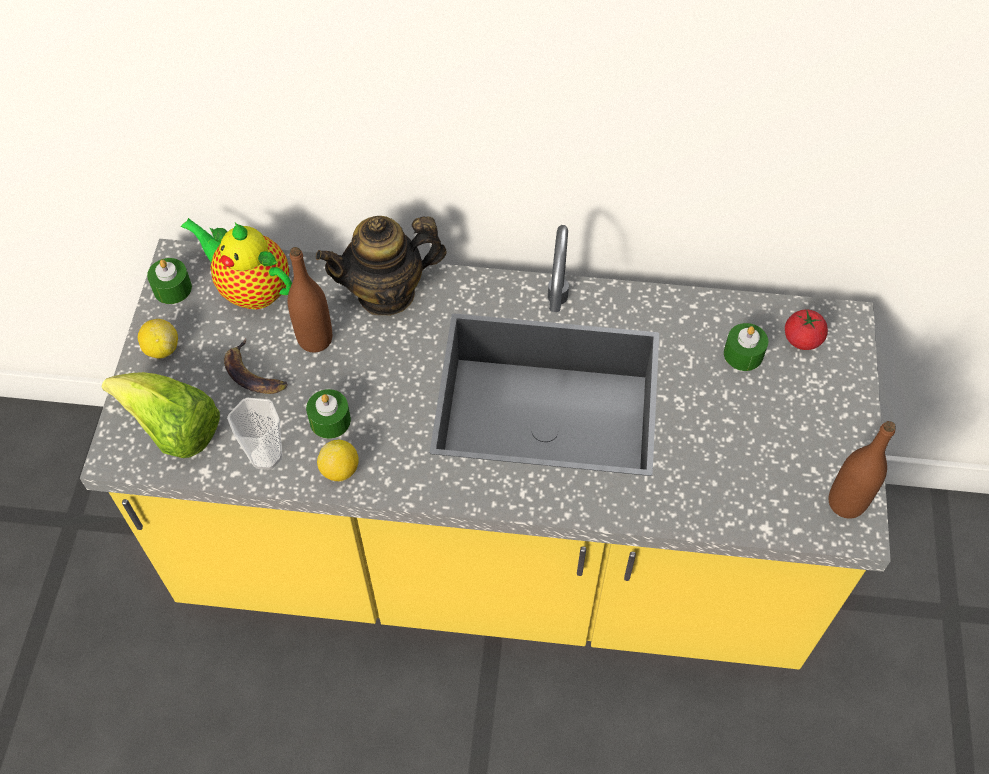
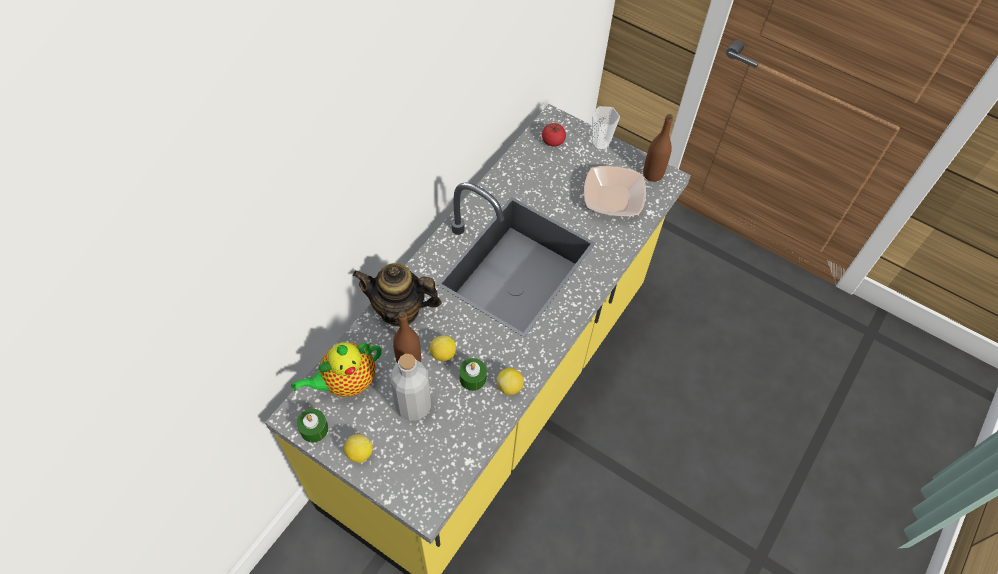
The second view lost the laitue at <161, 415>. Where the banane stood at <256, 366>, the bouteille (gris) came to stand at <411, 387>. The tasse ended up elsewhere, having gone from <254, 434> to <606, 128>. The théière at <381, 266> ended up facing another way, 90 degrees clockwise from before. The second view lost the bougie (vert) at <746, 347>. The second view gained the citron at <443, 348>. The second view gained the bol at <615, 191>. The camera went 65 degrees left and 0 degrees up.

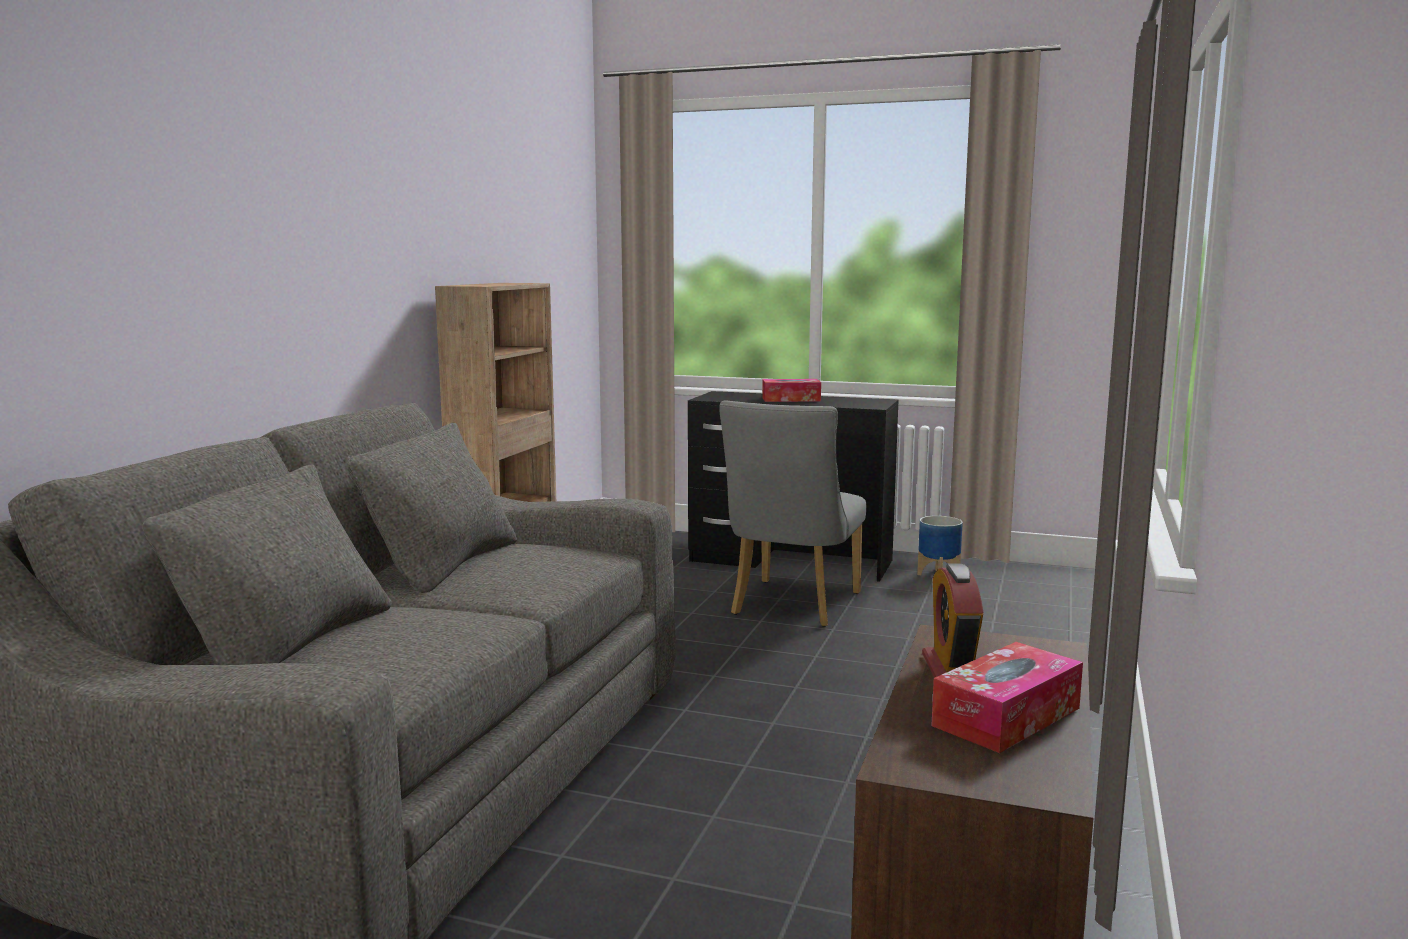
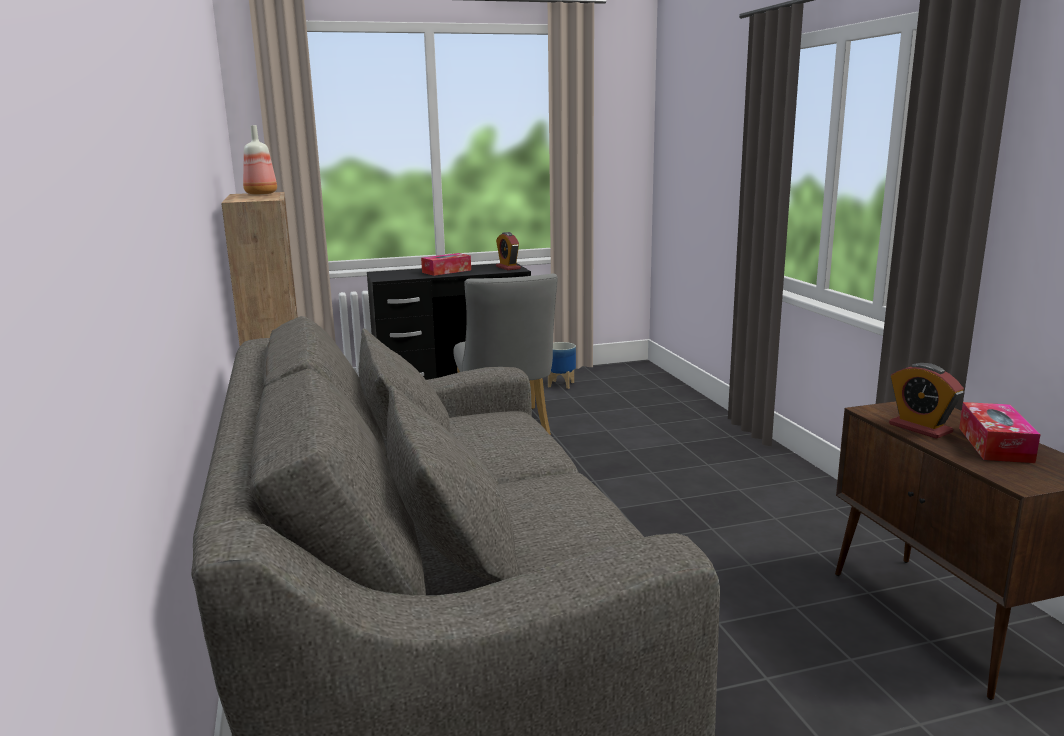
The second view gained the bouteille at <260, 160>. The second view gained the réveil at <508, 251>. The camera went 35 degrees left and 5 degrees up.

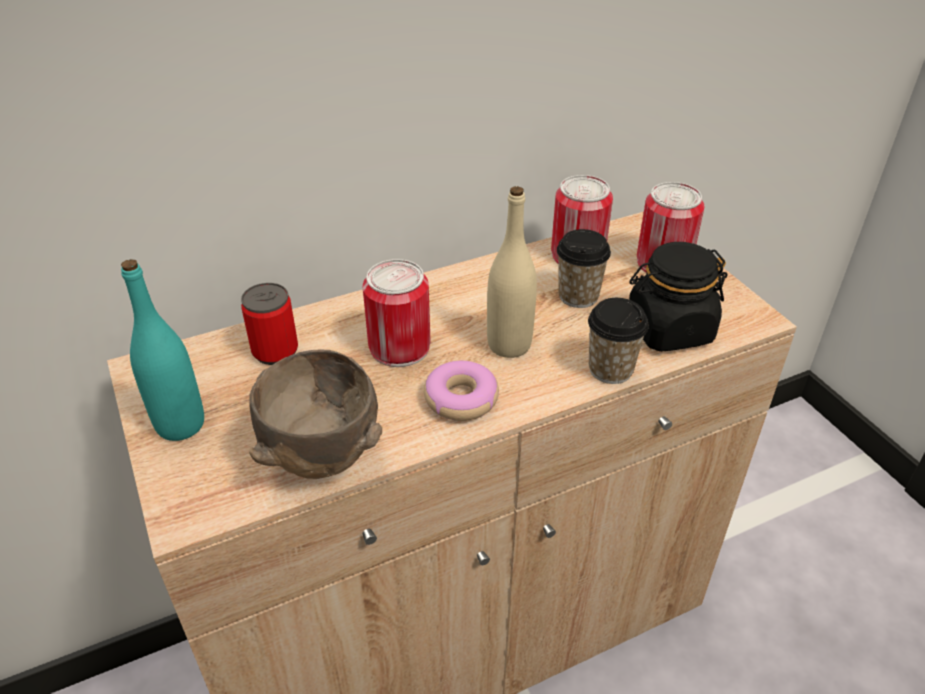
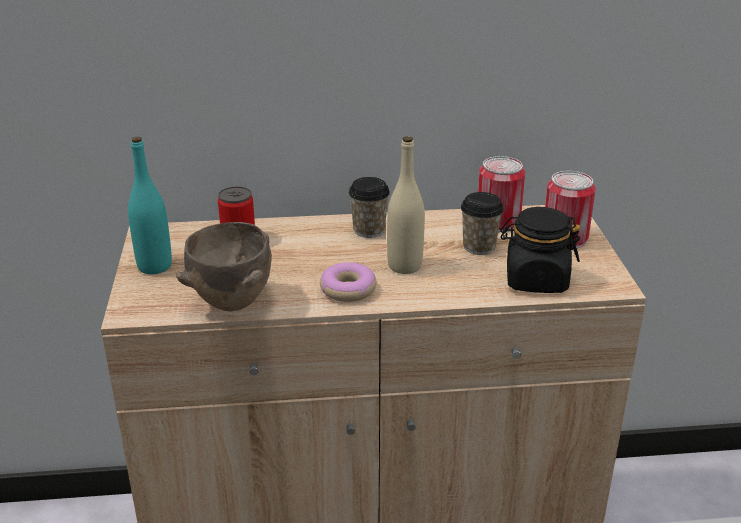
The second view lost the boîte métallique at <397, 313>. The tasse ended up elsewhere, having gone from <618, 341> to <369, 207>. The camera went 20 degrees right and 10 degrees down.

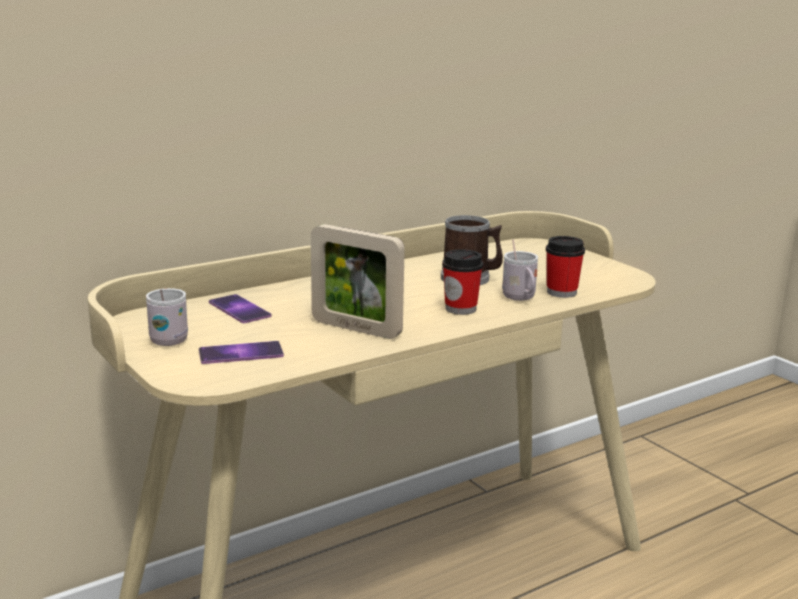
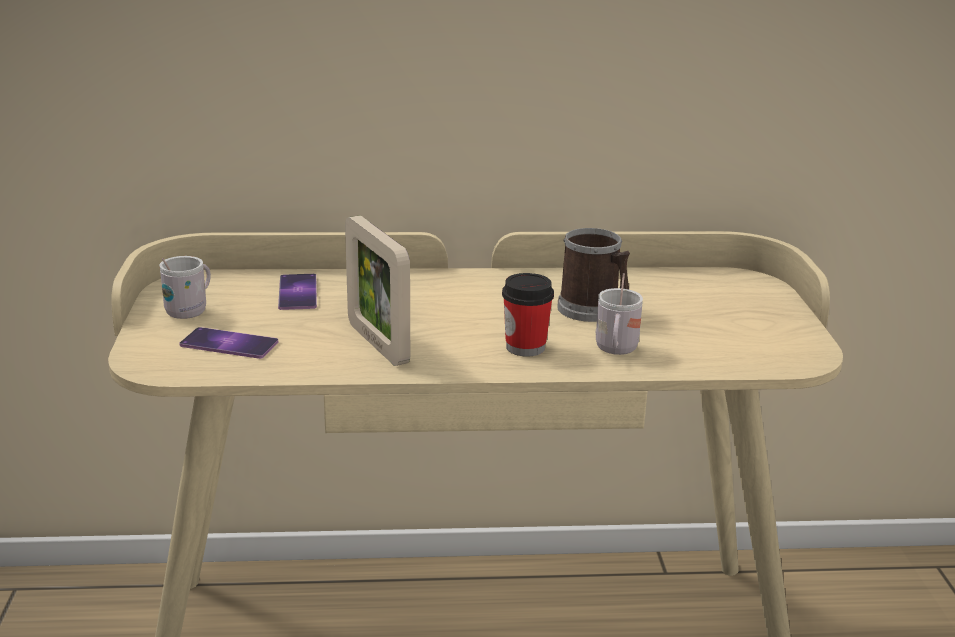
The second view lost the tasse at <565, 267>. The camera went 30 degrees right and 5 degrees up.

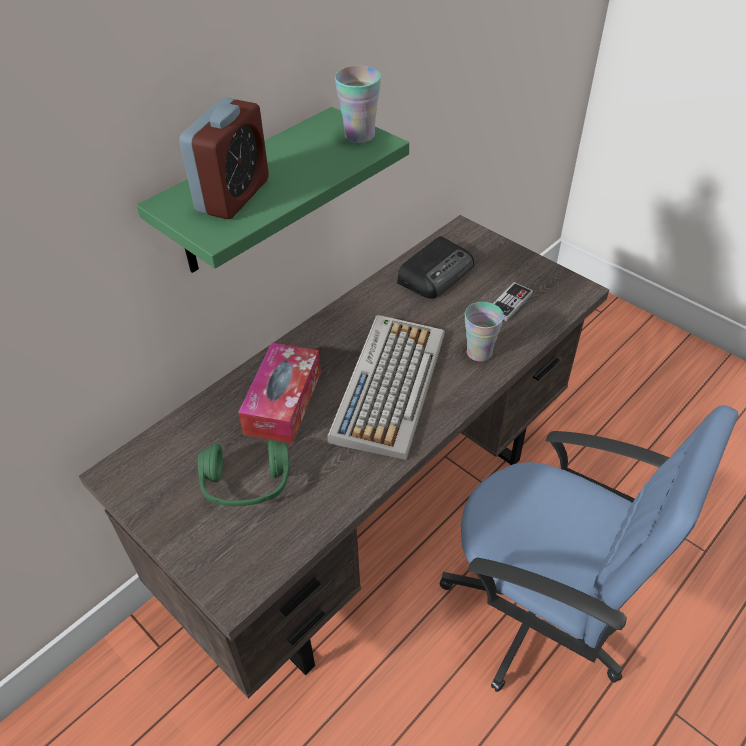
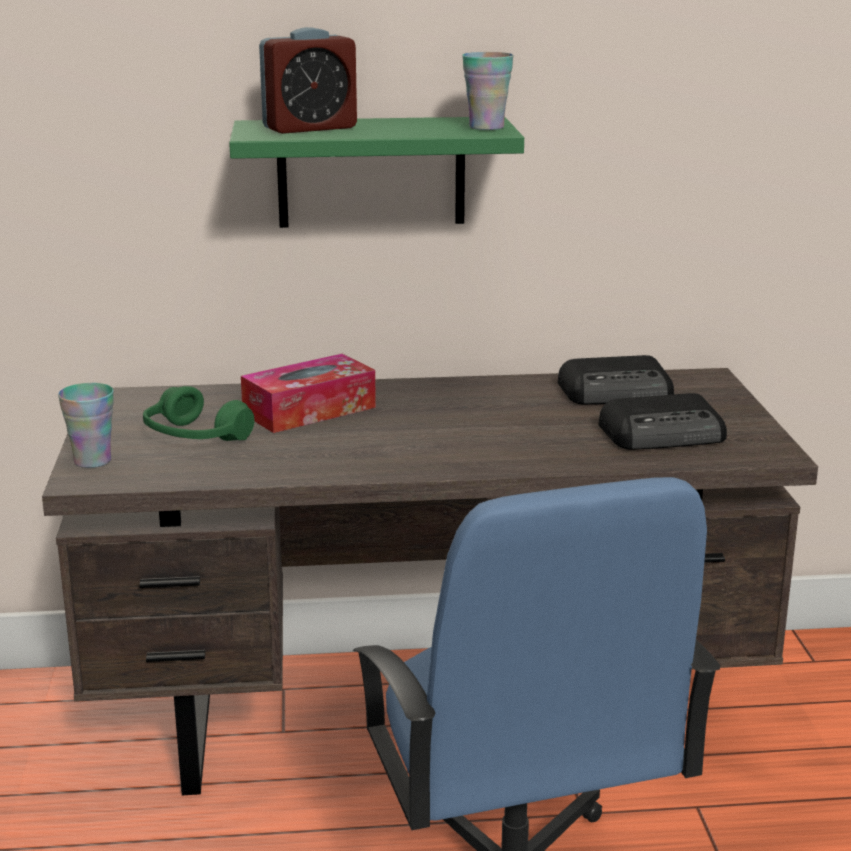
The second view lost the clavier at <386, 387>. The tasse ended up elsewhere, having gone from <484, 331> to <86, 425>. Where the manette stood at <513, 301>, the radio came to stand at <663, 421>. The camera went 40 degrees right and 25 degrees down.

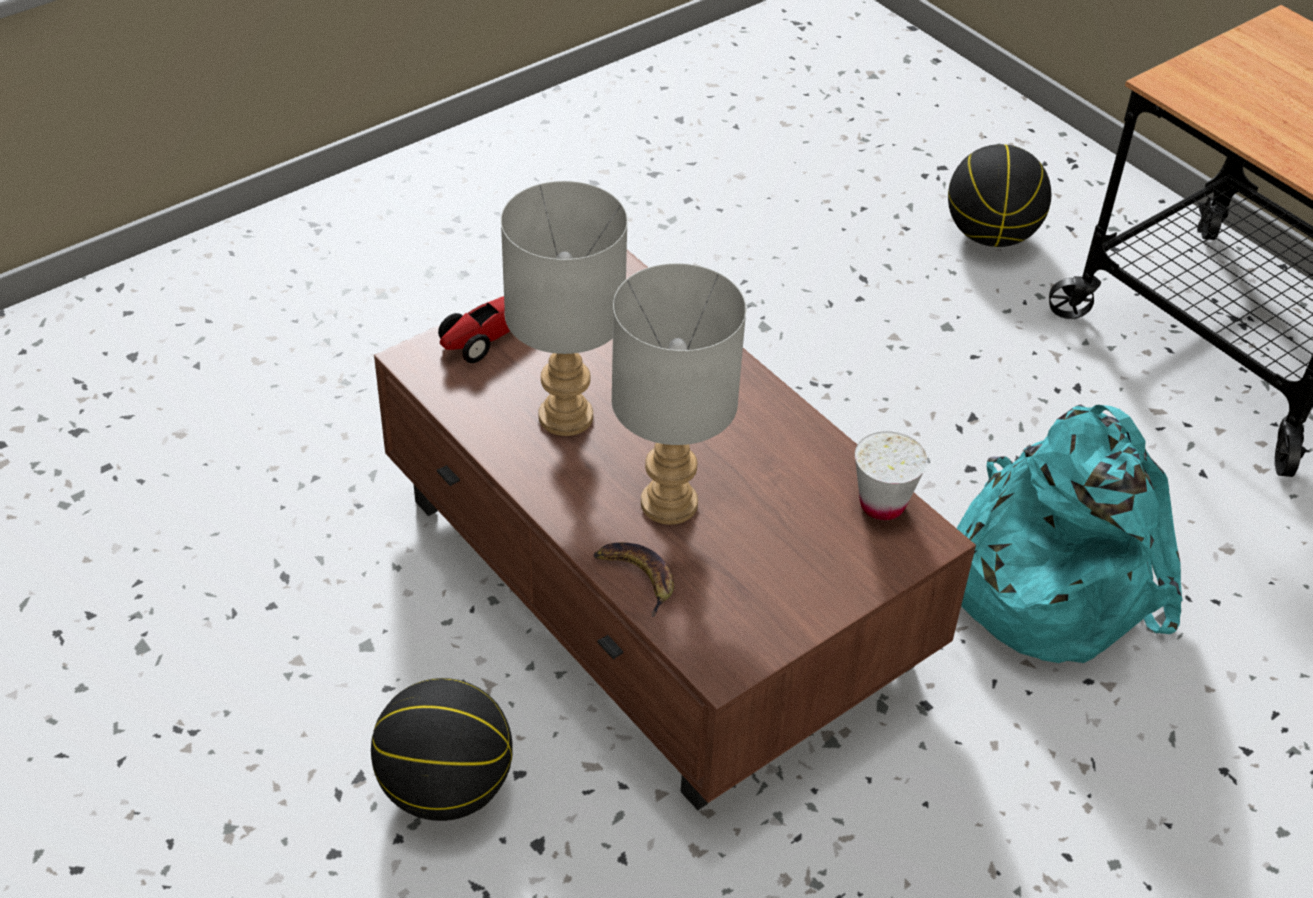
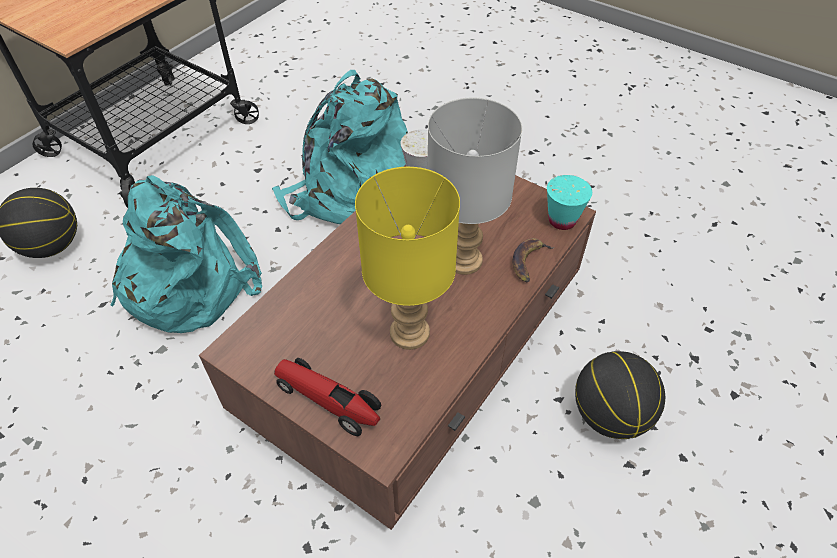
What was the lampe de table (gris) at <564, 308> turned into the lampe de table (jaune) at <407, 258>. The second view gained the sac à dos (turquoise) at <186, 254>. The second view gained the tasse (turquoise) at <569, 202>. The camera went 105 degrees left and 5 degrees up.

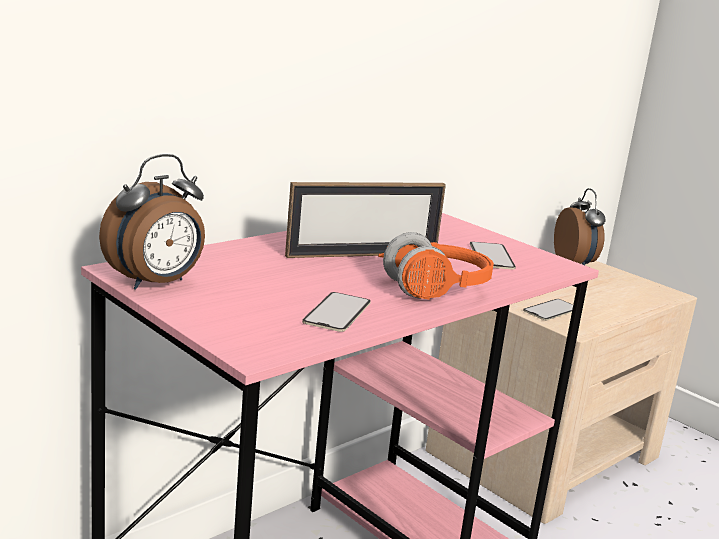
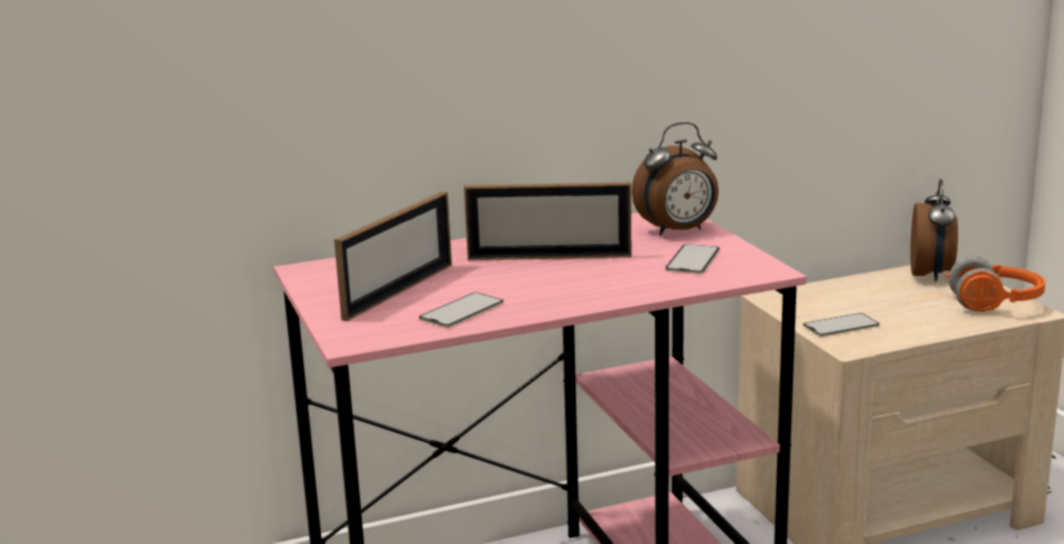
The réveil ended up elsewhere, having gone from <152, 222> to <675, 179>. The casque audio (orange) ended up elsewhere, having gone from <436, 266> to <995, 284>. The second view gained the cadre photo at <393, 256>. The camera went 25 degrees right and 0 degrees up.

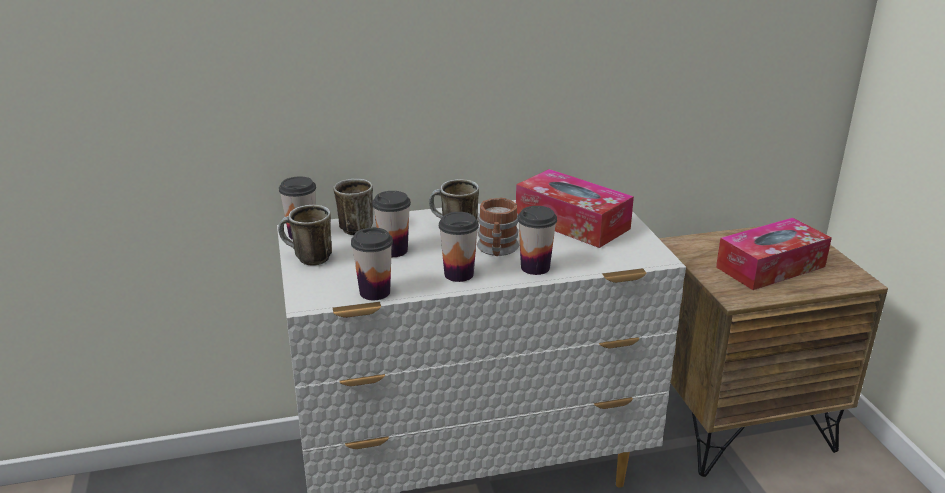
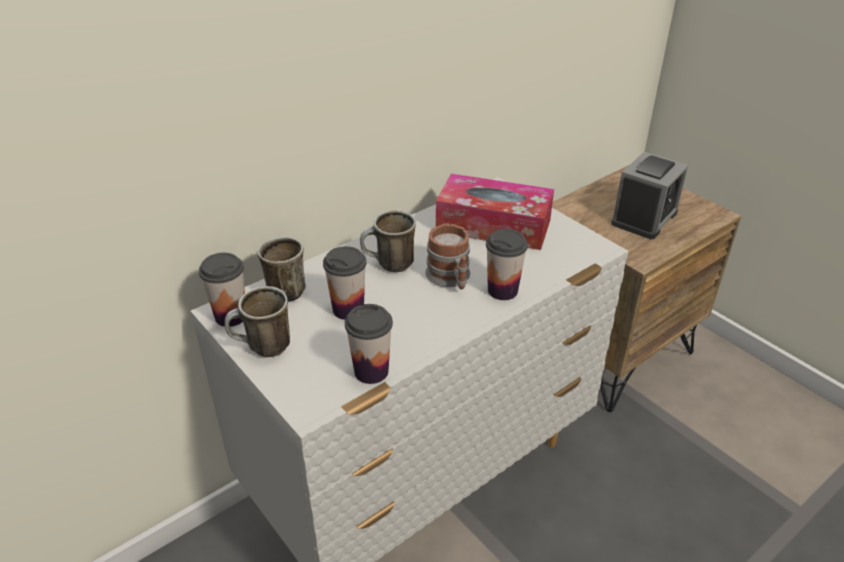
The second view lost the tasse at <459, 247>. Where the boîte à mouchoirs stood at <774, 254>, the réveil came to stand at <649, 195>. The camera went 25 degrees left and 10 degrees up.

